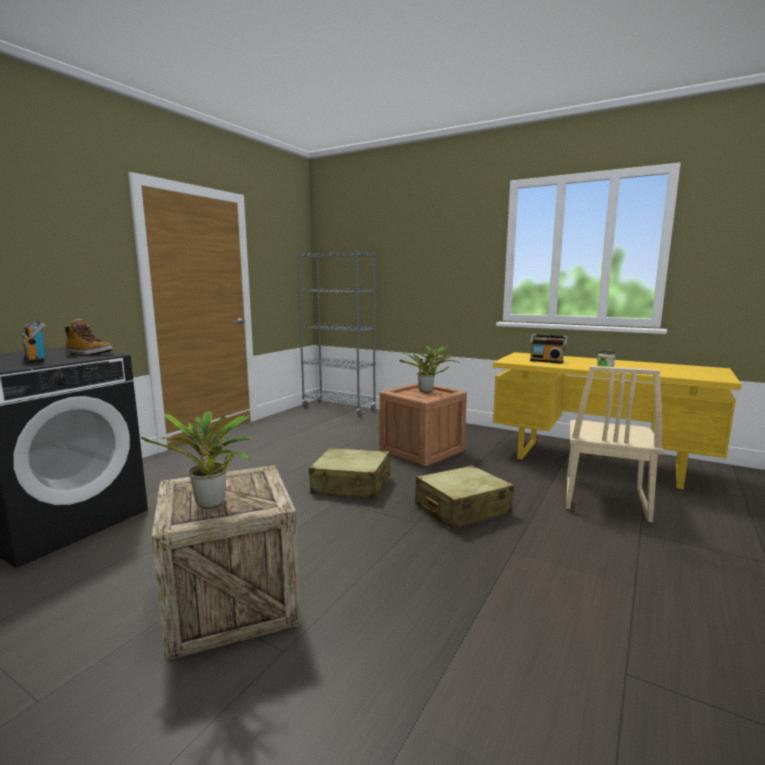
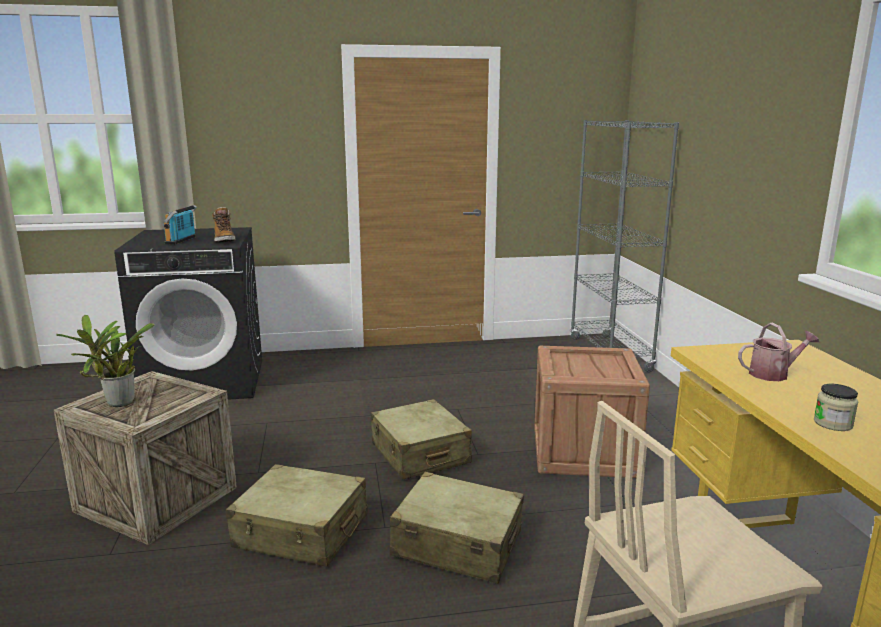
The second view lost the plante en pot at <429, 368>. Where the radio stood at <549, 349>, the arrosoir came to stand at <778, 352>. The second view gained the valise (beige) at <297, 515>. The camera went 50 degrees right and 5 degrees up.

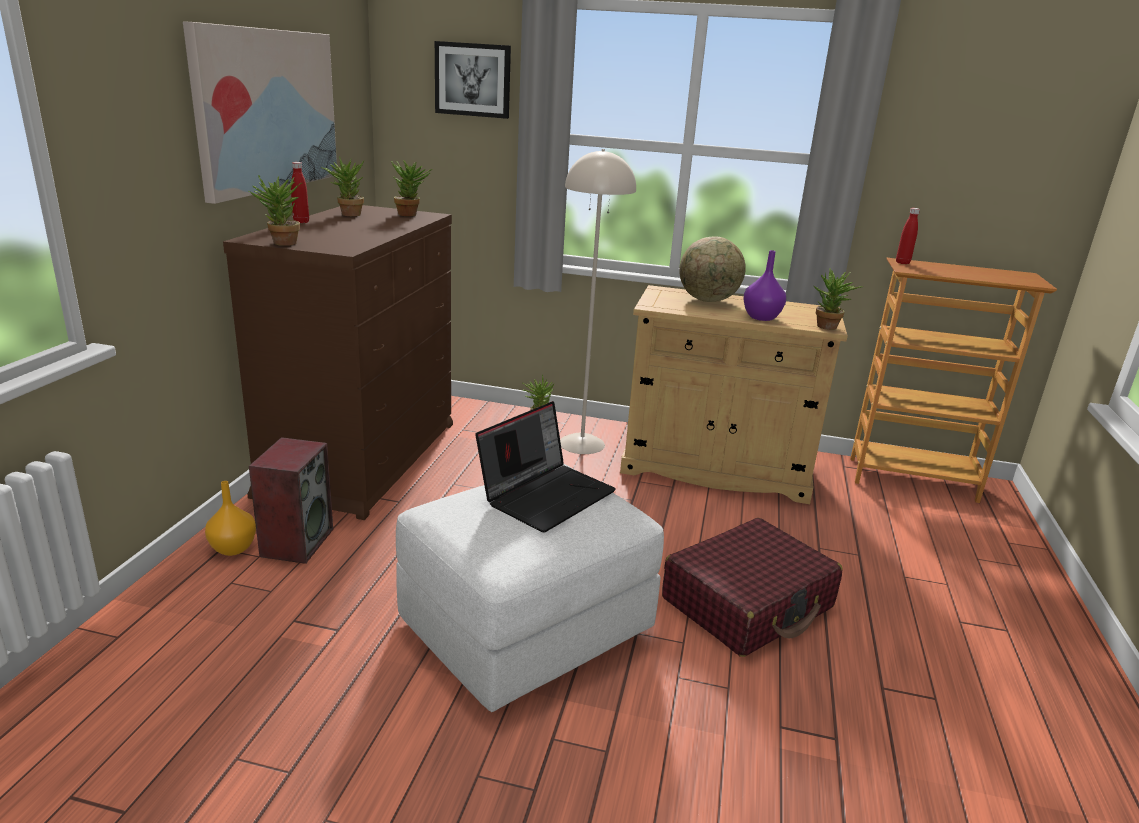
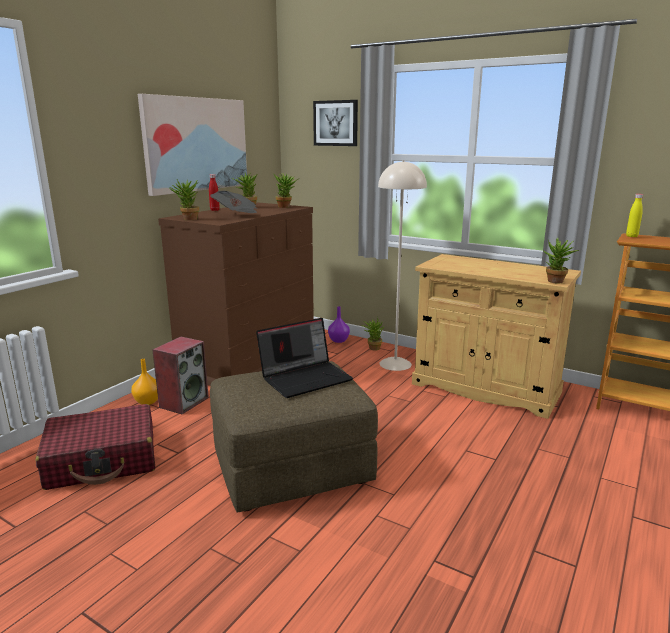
What was the pouf (blanc) at <530, 588> turned into the pouf (marron) at <294, 436>. The valise (rouge) ended up elsewhere, having gone from <752, 587> to <95, 447>. The second view lost the globe at <712, 269>. The vase (violet) ended up elsewhere, having gone from <765, 285> to <339, 324>. What was the bouteille (rouge) at <908, 236> turned into the bouteille (jaune) at <634, 215>. The second view gained the journal at <234, 202>. The camera went 20 degrees right and 5 degrees down.

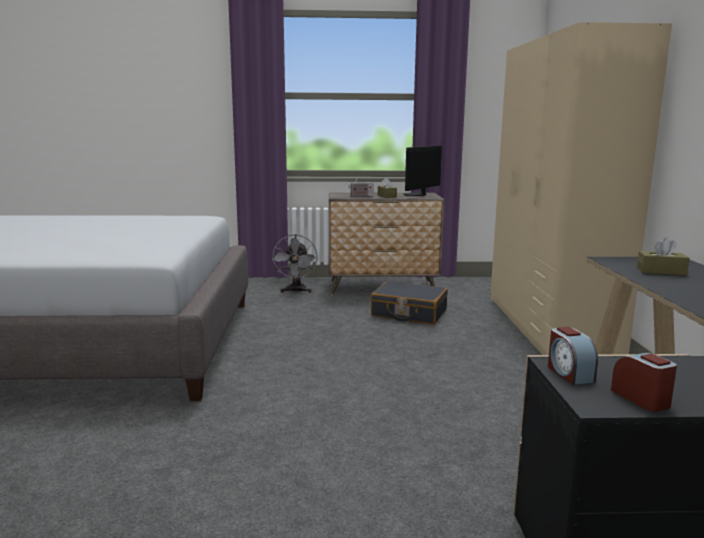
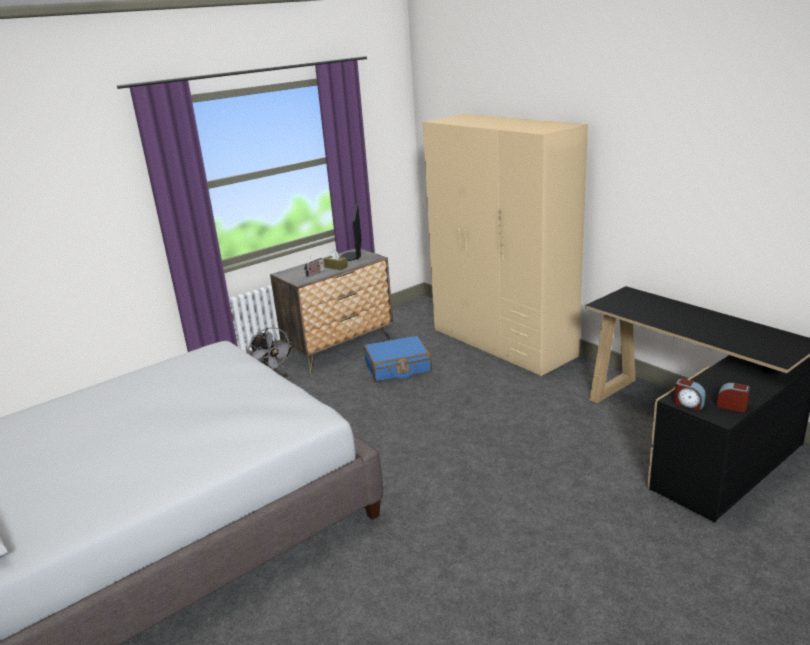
What was the valise (noir) at <409, 303> turned into the valise (bleu) at <398, 359>. The second view lost the boîte à mouchoirs (marron) at <663, 256>. The camera went 35 degrees left and 10 degrees up.

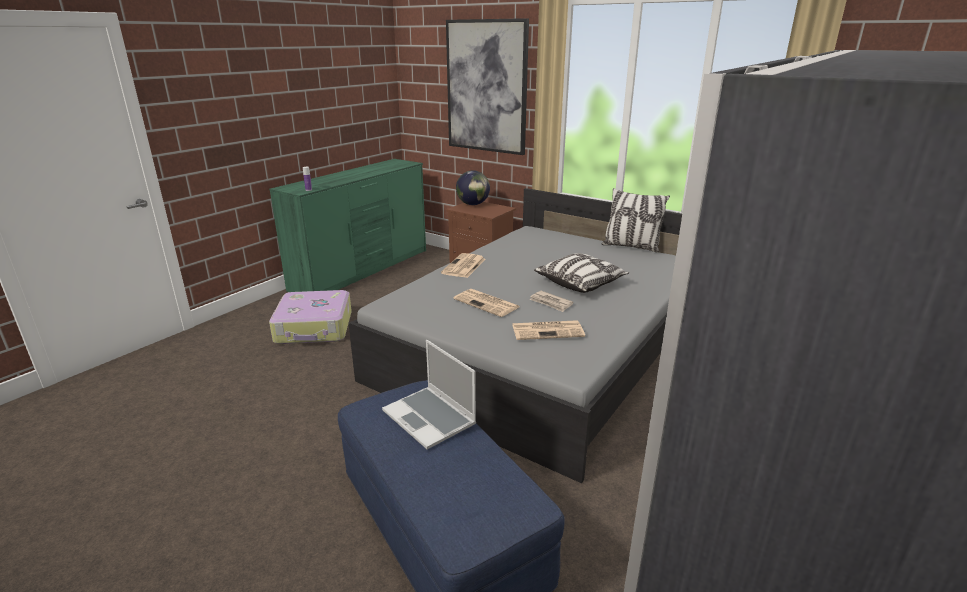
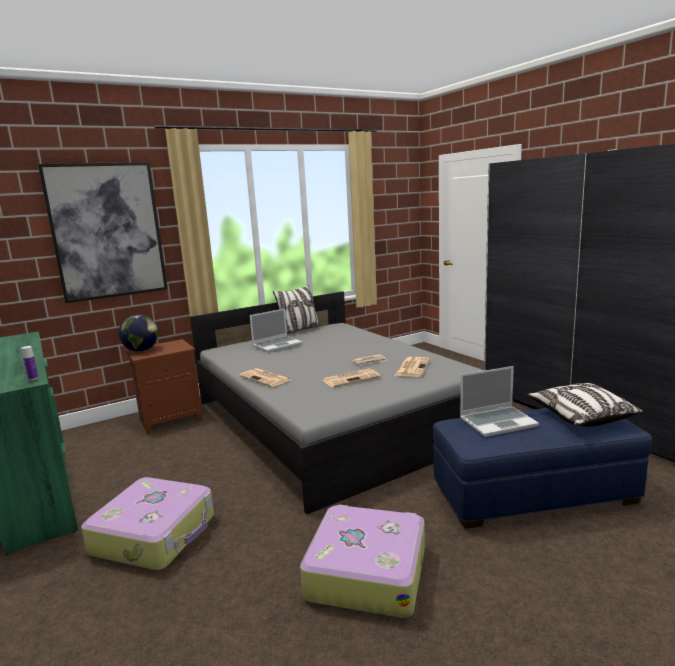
The coussin ended up elsewhere, having gone from <581, 273> to <585, 405>. The second view gained the ordinateur portable at <276, 330>. The second view gained the valise at <362, 561>. The camera went 65 degrees left and 10 degrees down.

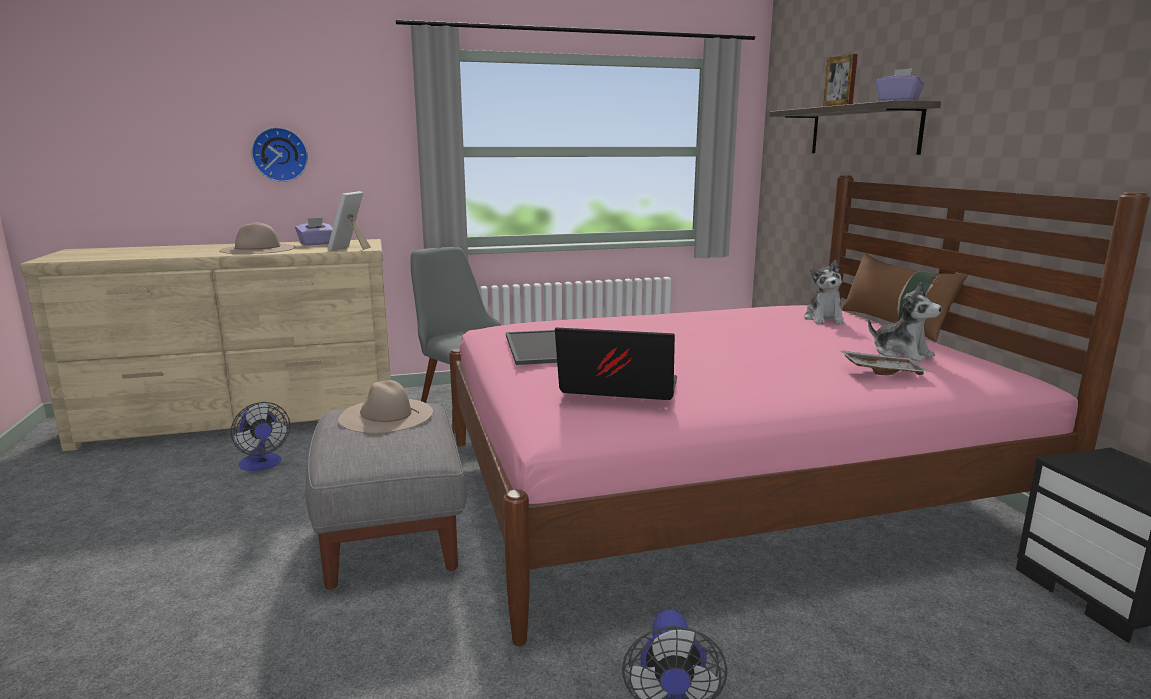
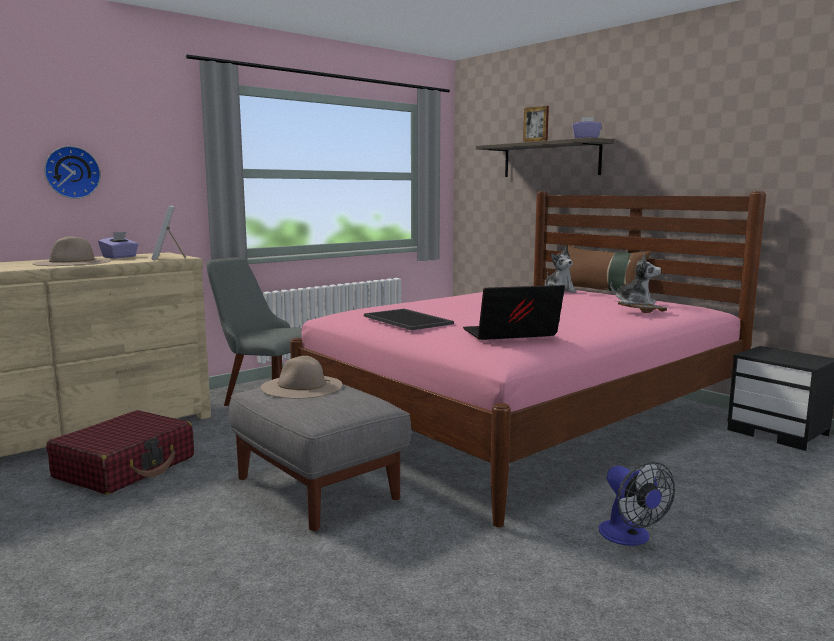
Where the ventilateur stood at <260, 436>, the valise (rouge) came to stand at <120, 452>. The camera went 25 degrees left and 5 degrees down.

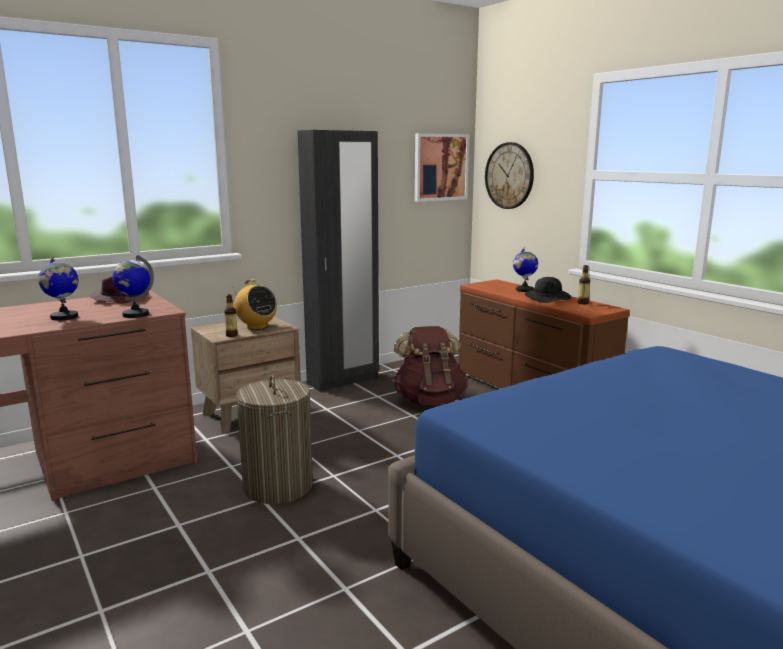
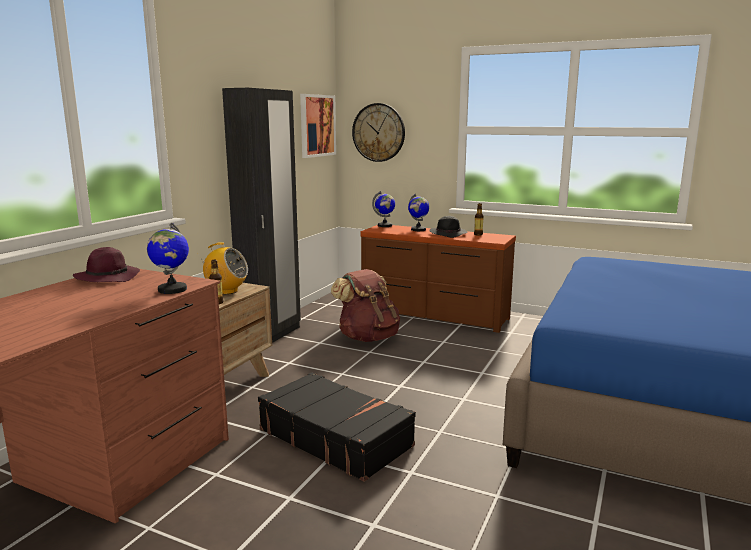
The globe ended up elsewhere, having gone from <58, 288> to <383, 209>. Where the panier à linge stood at <274, 439>, the valise (noir) came to stand at <337, 427>. The camera went 30 degrees left and 0 degrees up.

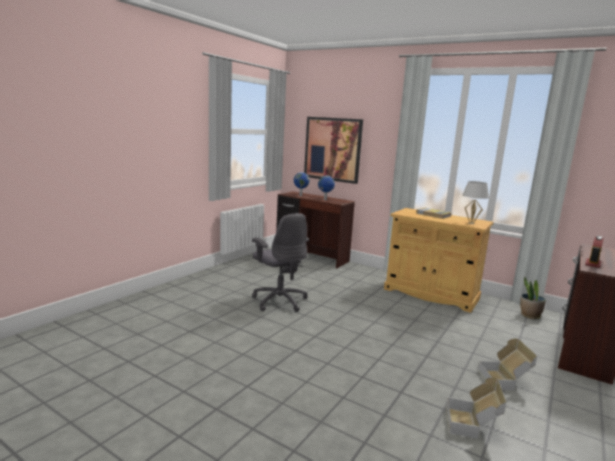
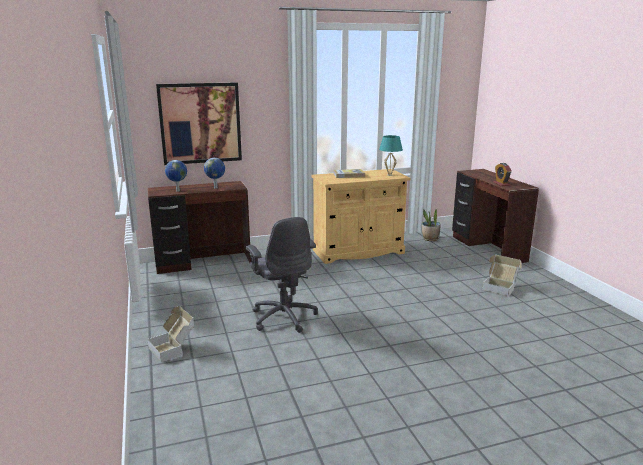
The chaise de bureau (gris) at <280, 262> ended up facing another way, 60 degrees clockwise from before. The carton ended up elsewhere, having gone from <476, 408> to <170, 334>. What was the lampe de table (blanc) at <476, 202> turned into the lampe de table (turquoise) at <391, 155>. The camera went 50 degrees left and 5 degrees up.

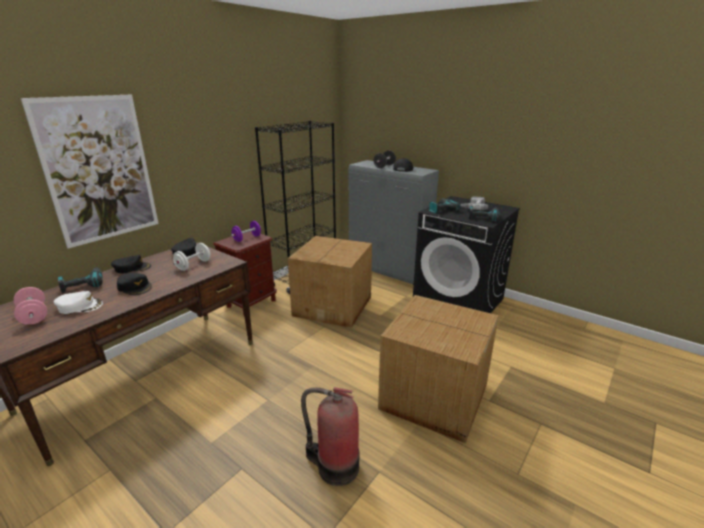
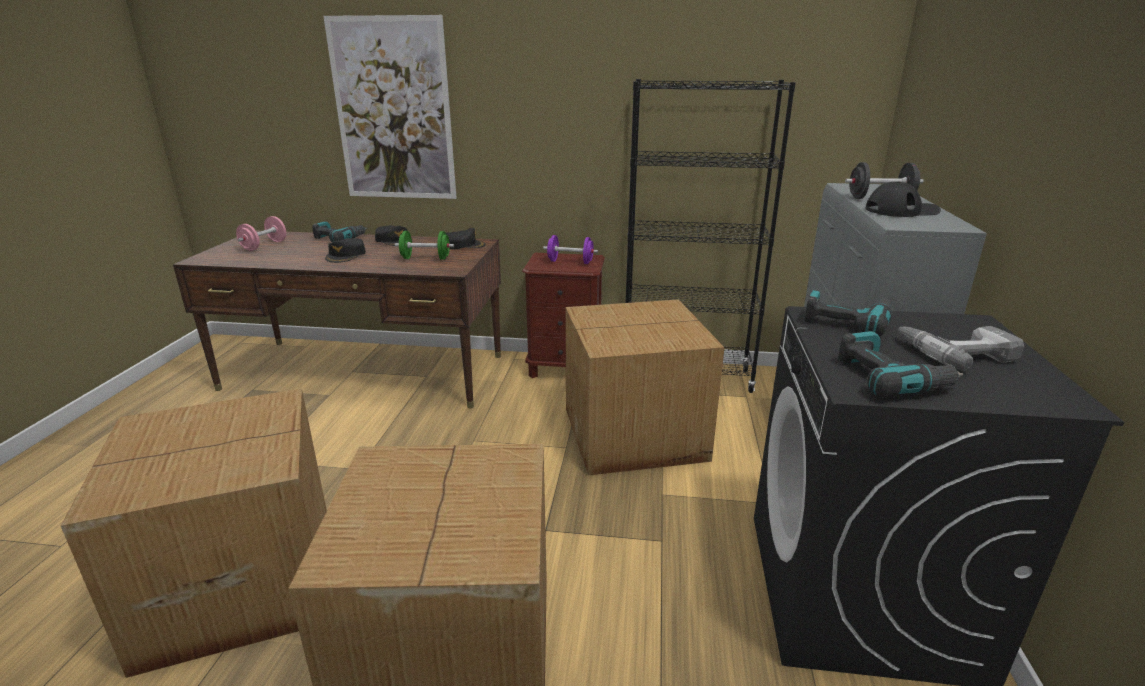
The second view lost the casquette (blanc) at <78, 302>. What was the haltère (blanc) at <191, 257> turned into the haltère (vert) at <424, 245>. Where the extincteur stood at <330, 436>, the carton came to stand at <194, 533>. The camera went 60 degrees right and 0 degrees up.

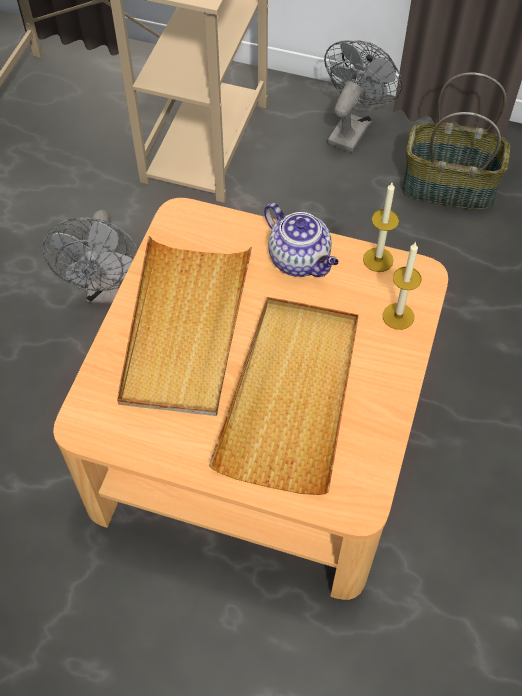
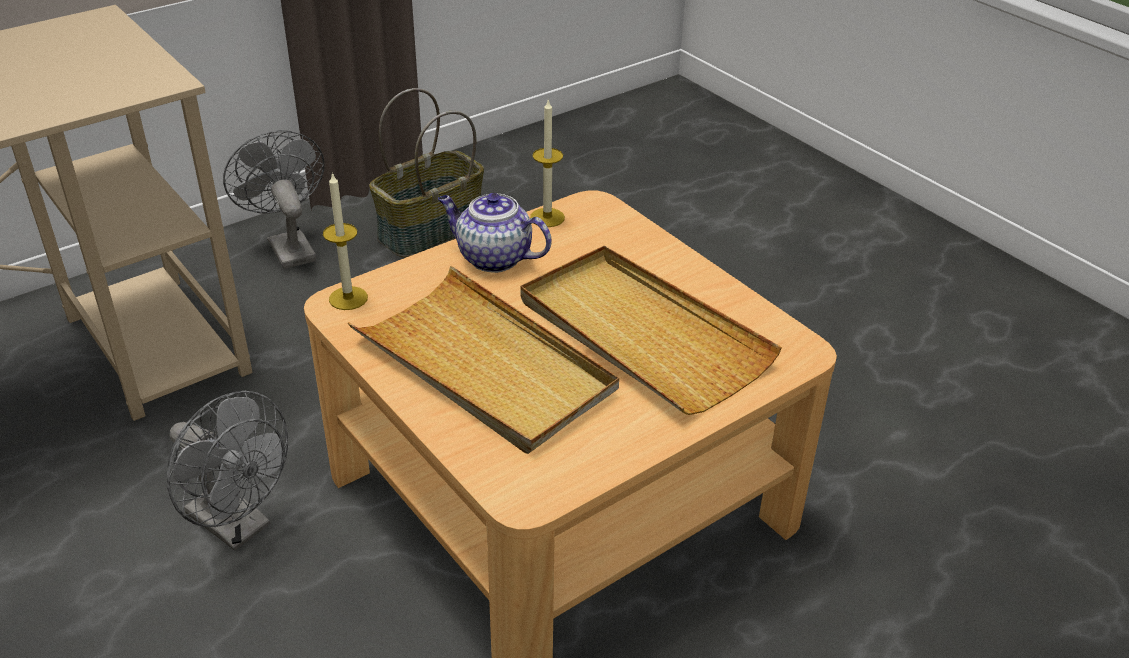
The théière at <301, 240> ended up facing another way, 150 degrees counterclockwise from before. The bougie ended up elsewhere, having gone from <402, 286> to <345, 241>. The camera went 55 degrees left and 20 degrees down.

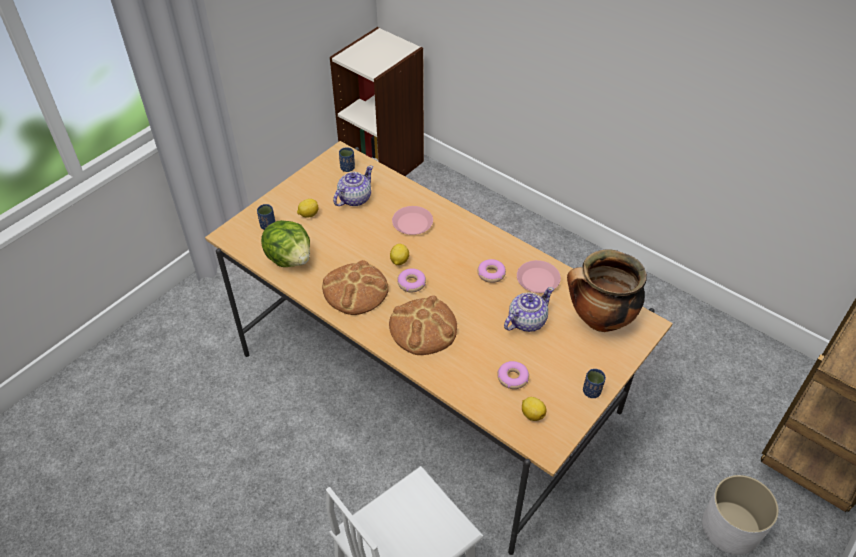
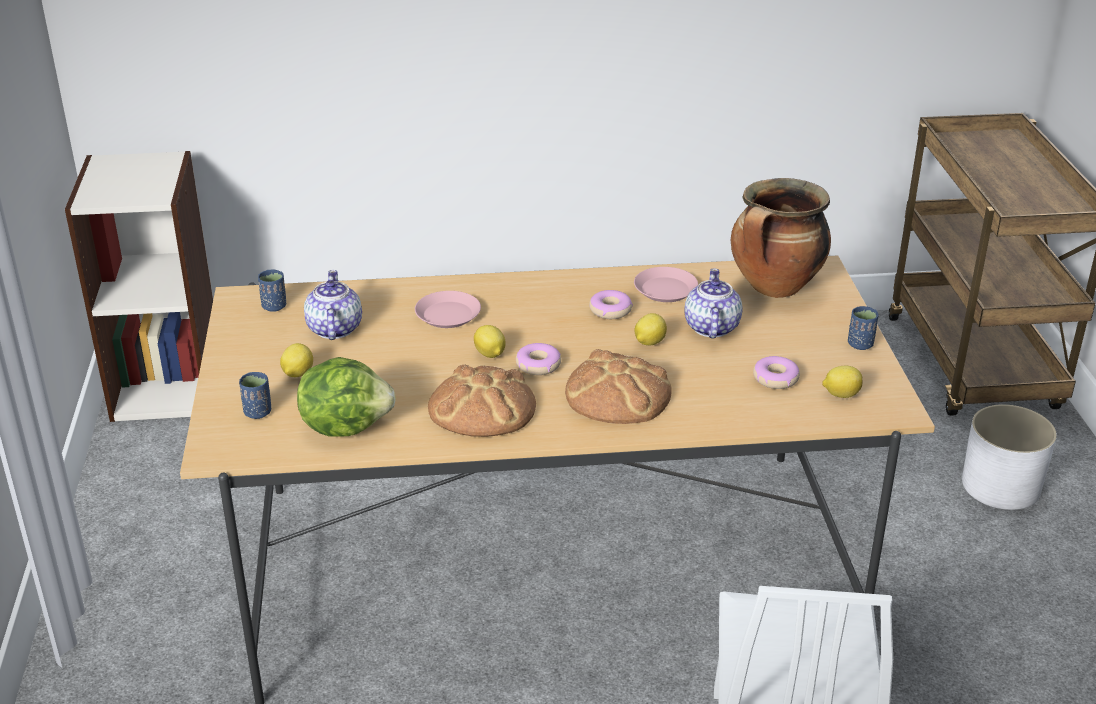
The second view gained the citron at <651, 329>. The camera went 45 degrees left and 15 degrees down.

